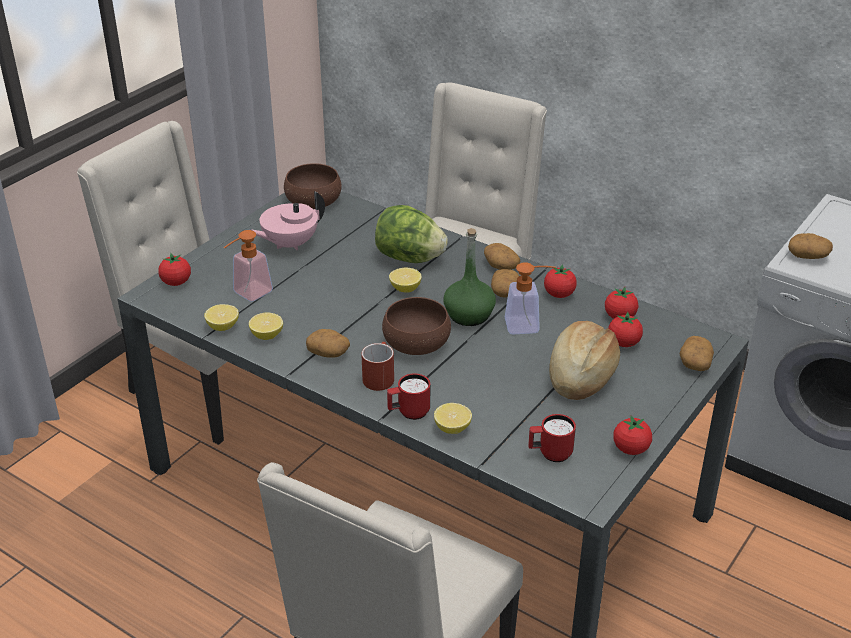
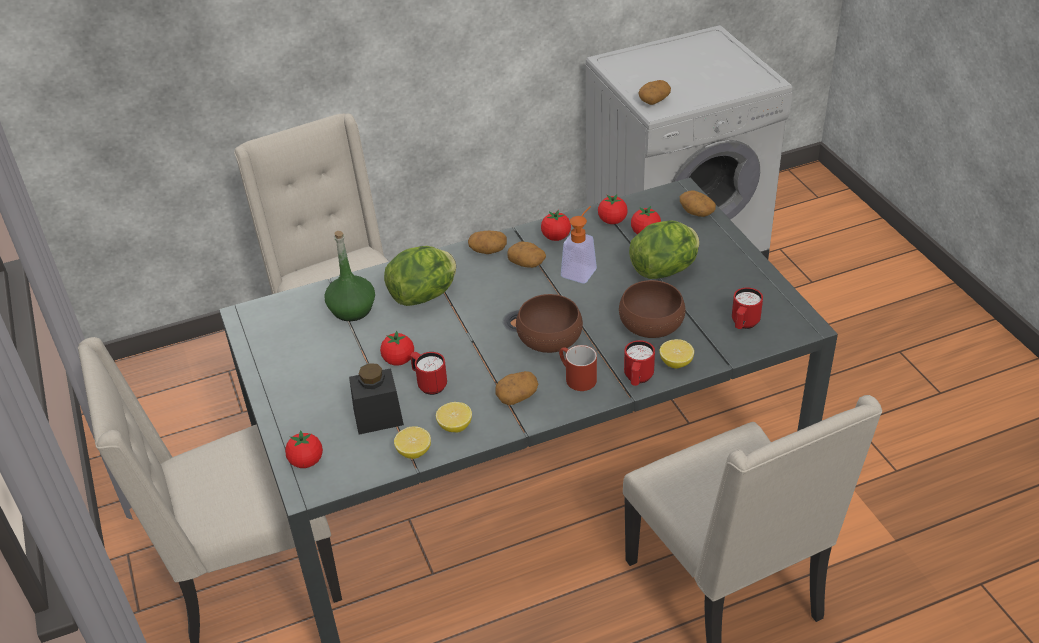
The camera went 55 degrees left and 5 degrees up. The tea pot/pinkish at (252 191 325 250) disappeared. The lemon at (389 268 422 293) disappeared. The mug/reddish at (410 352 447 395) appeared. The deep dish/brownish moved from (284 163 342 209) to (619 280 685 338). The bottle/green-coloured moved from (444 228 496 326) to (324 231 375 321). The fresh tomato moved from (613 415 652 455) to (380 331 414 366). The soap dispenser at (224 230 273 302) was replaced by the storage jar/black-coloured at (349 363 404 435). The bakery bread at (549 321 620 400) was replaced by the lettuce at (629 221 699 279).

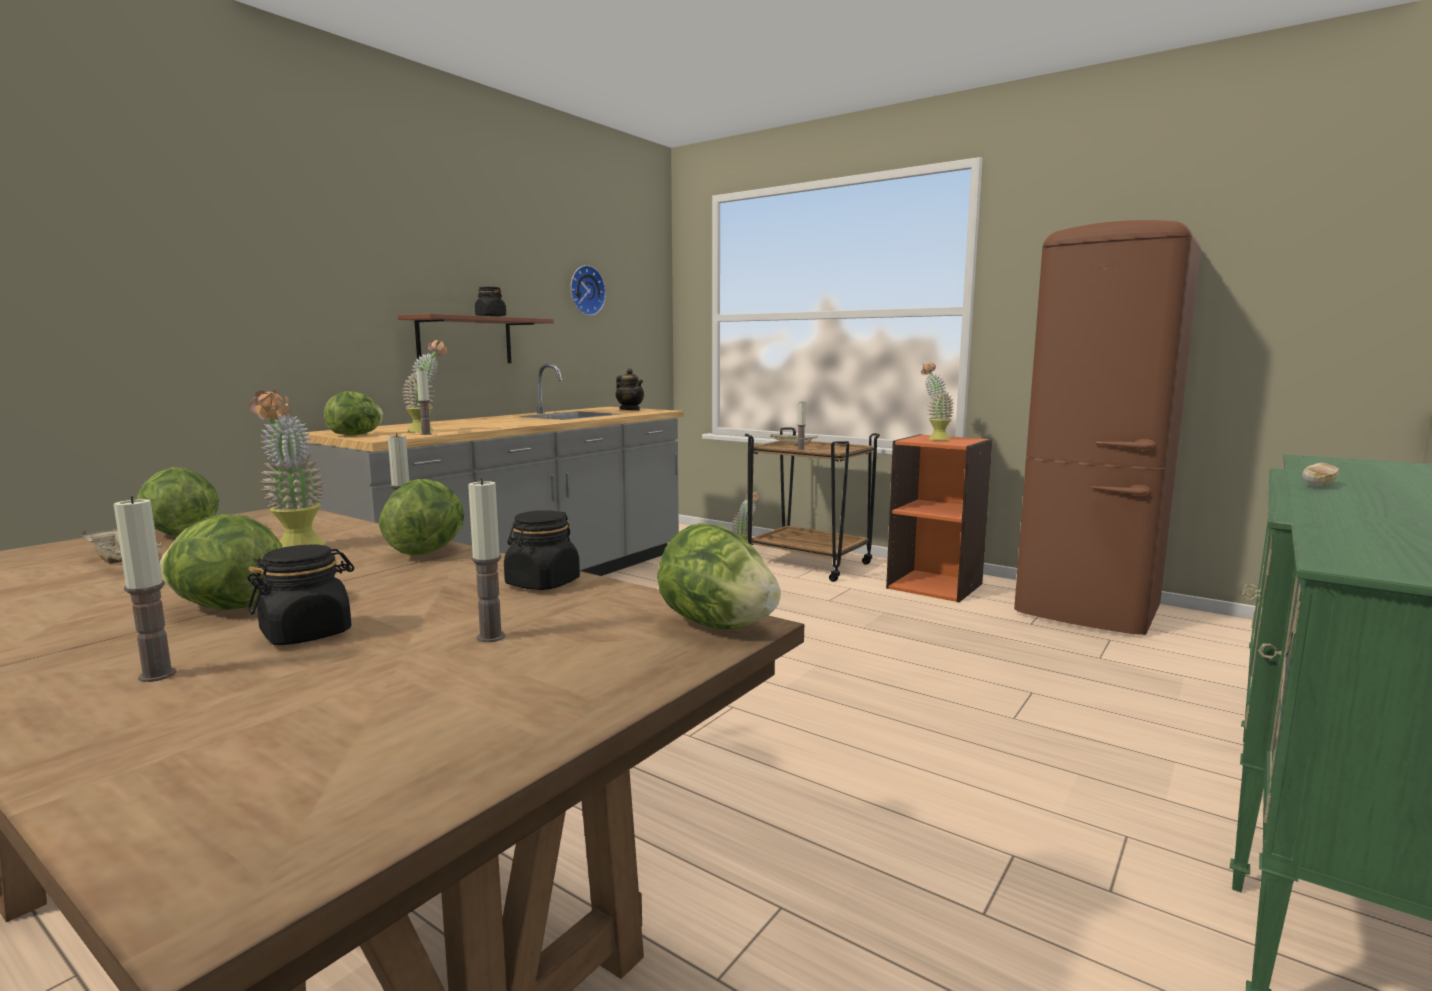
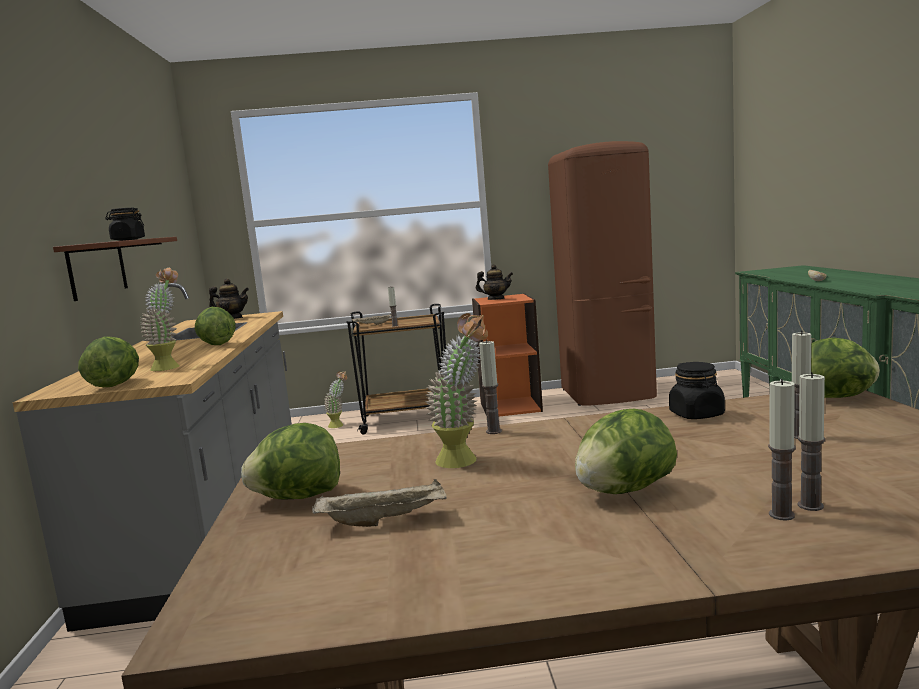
The camera went 40 degrees left and 0 degrees up. The storage jar/black-coloured at (247 545 354 645) disappeared. The clock on the wall at (570 265 606 316) disappeared. The lettuce moved from (379 479 465 556) to (195 307 236 345). The wax candle moved from (416 368 432 435) to (798 372 825 511). The potted plant at (921 362 954 440) was replaced by the tea pot at (476 264 513 300).

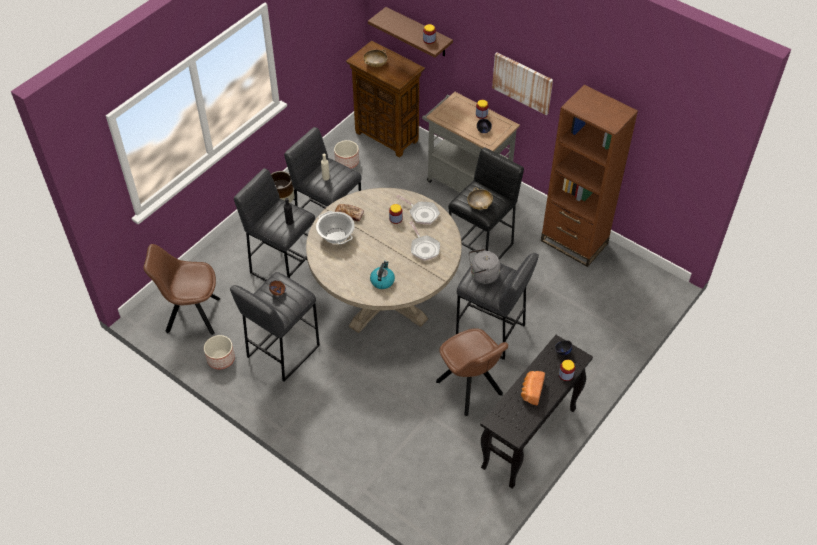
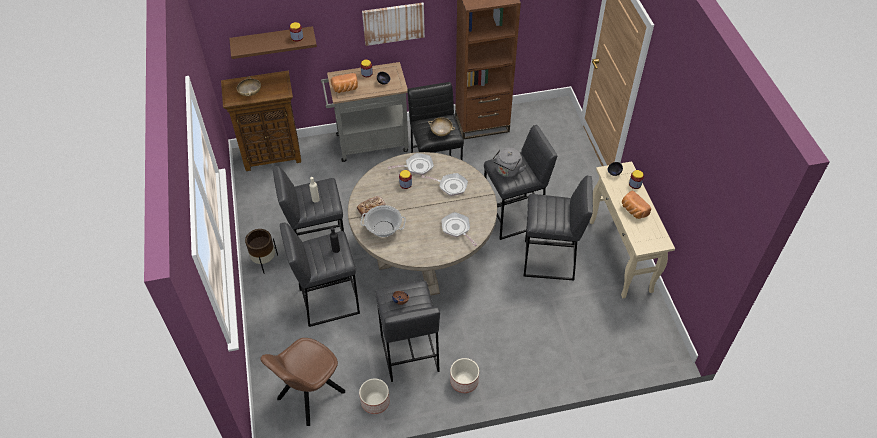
The camera went 50 degrees left and 0 degrees up. The bakery bread at (331 73 358 93) appeared. The flower pot moved from (334 140 359 169) to (450 358 479 393). The tea kettle at (370 261 395 289) was replaced by the frying pan at (442 212 477 246). The upright chair/brownish at (436 328 508 416) was replaced by the sitting stool/greyish at (524 176 593 280). The hall table/black-coloured at (480 335 593 489) became the hall table/beige at (590 161 675 298).

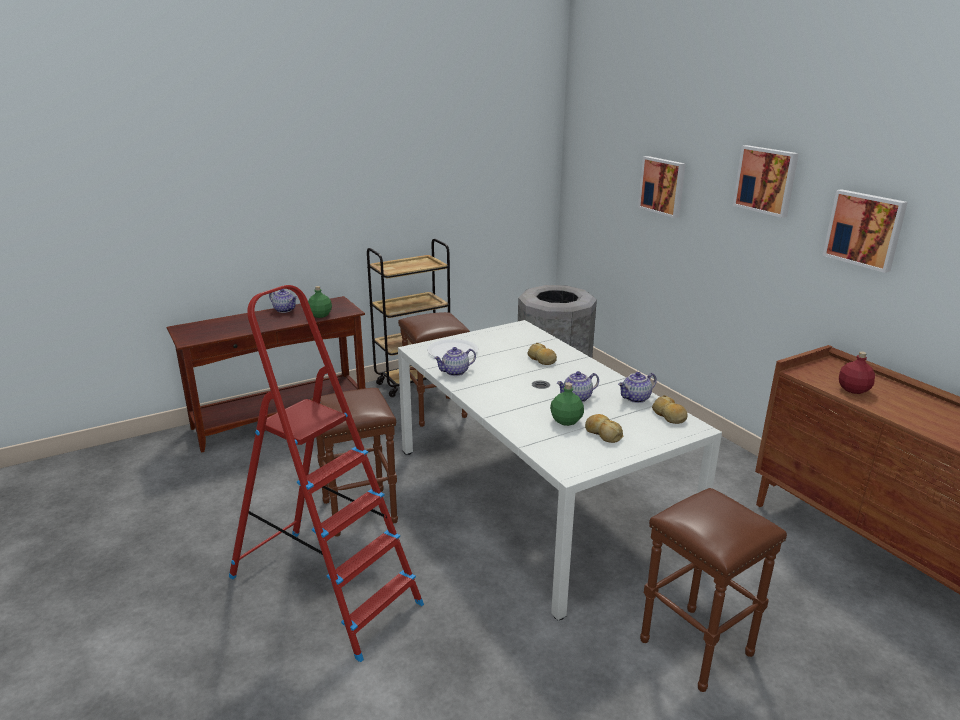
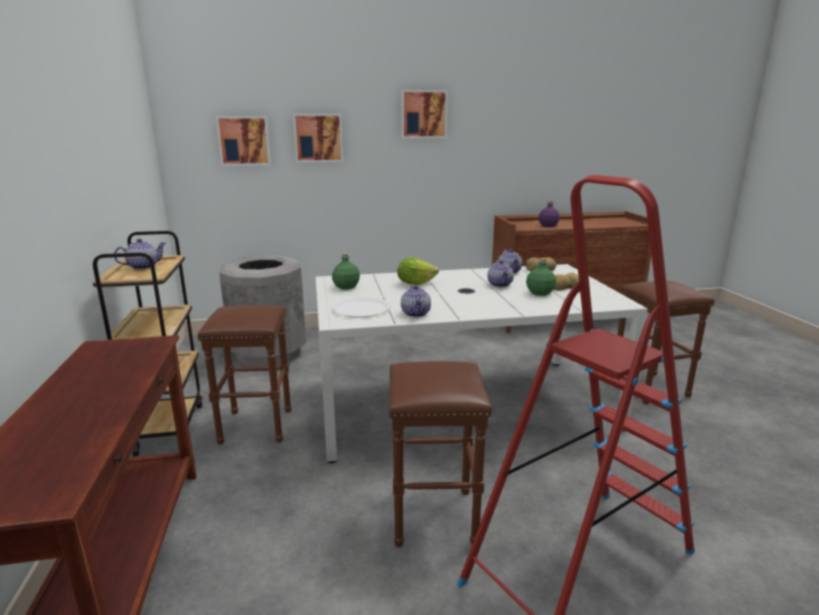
The camera went 70 degrees left and 5 degrees down. The tea pot moved from (269 289 297 313) to (114 238 166 270). The bottle/green-coloured moved from (308 286 332 318) to (332 253 360 290). The wall art moved from (823 189 908 273) to (216 116 271 166). The bakery bread at (527 343 557 365) was replaced by the lettuce at (397 257 439 285). The bottle/reddish at (839 351 875 394) became the bottle/purple at (539 200 560 227).

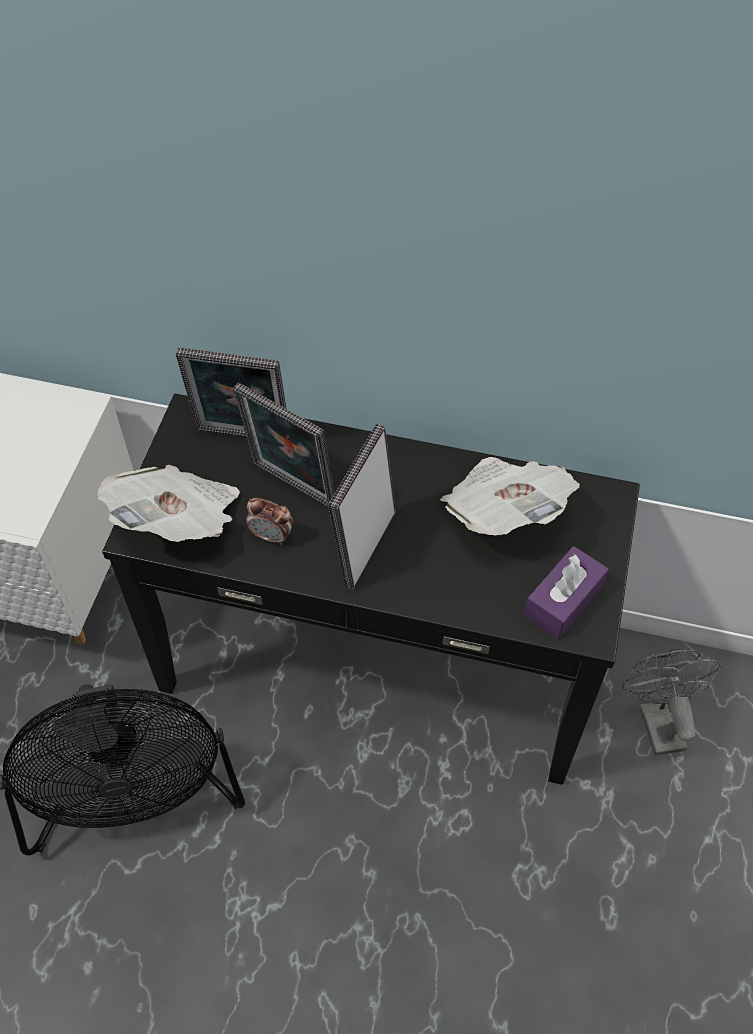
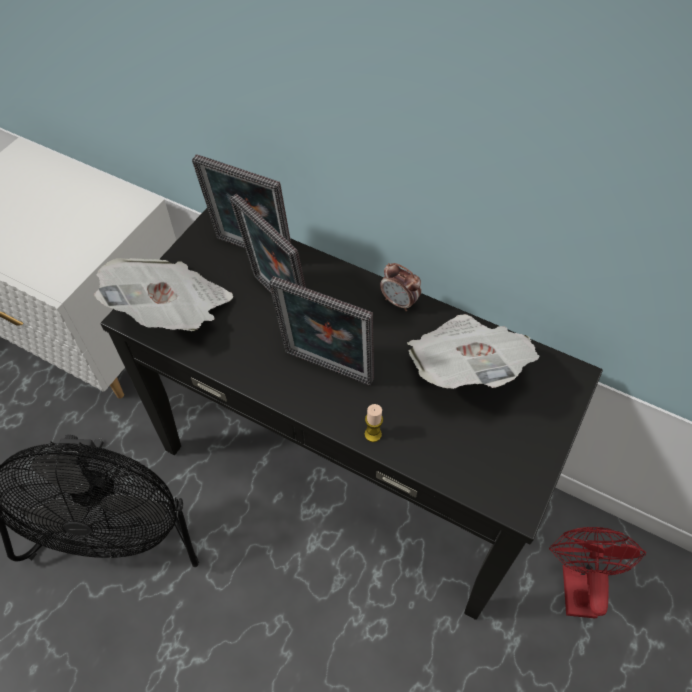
The camera went 15 degrees right and 0 degrees up. The tissue holder/purple at (524 546 609 639) disappeared. The wax candle at (364 404 383 442) appeared. The alarm clock moved from (246 498 293 545) to (380 263 421 311). The cooling fan/greyish at (622 649 721 755) became the cooling fan/reddish at (549 527 646 619). The picture frame at (328 424 396 590) turned 105 degrees counterclockwise.

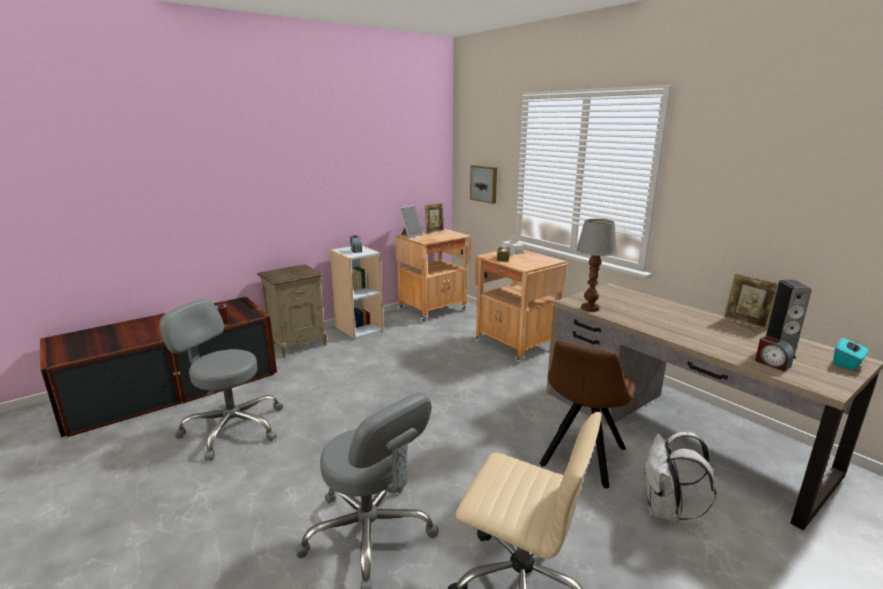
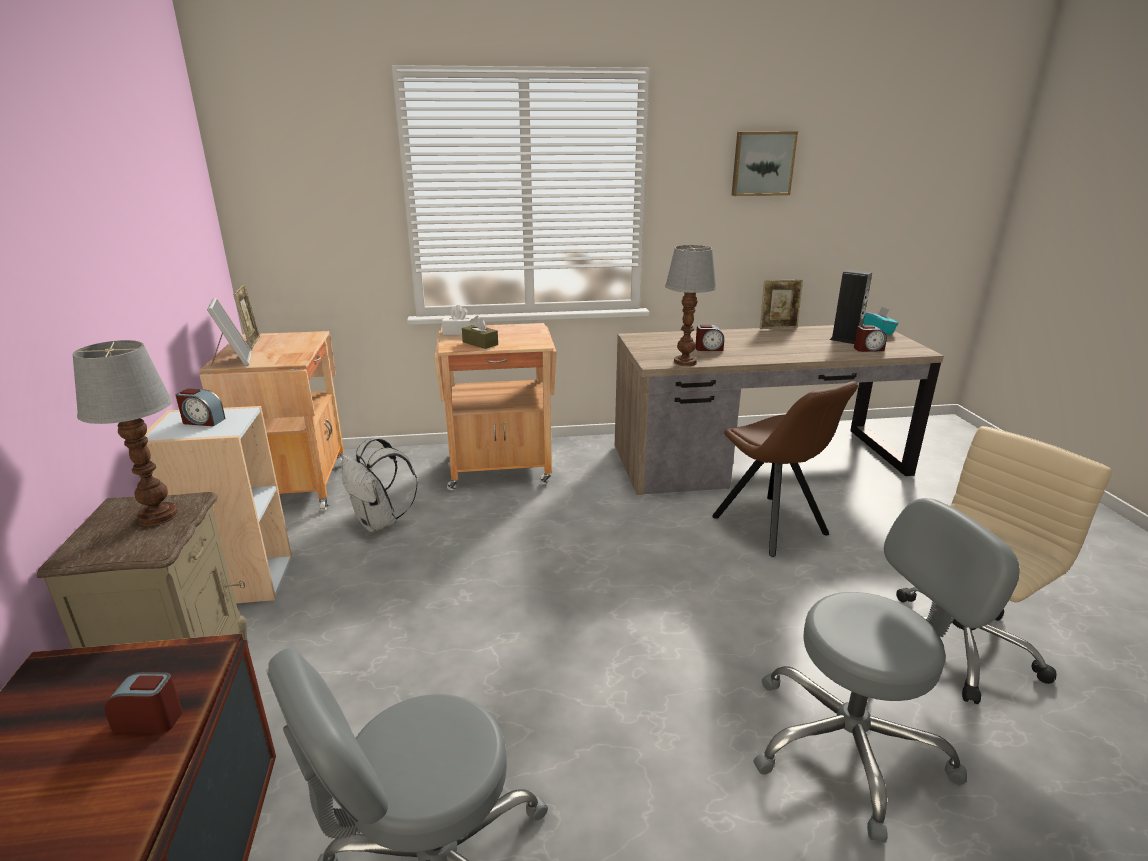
The camera went 60 degrees left and 5 degrees up. The lamp for a table at (73 340 179 526) appeared. The alarm clock at (695 325 724 351) appeared. The wall art moved from (470 165 497 204) to (732 131 798 196). The knapsack/white moved from (643 432 717 523) to (341 437 418 532).

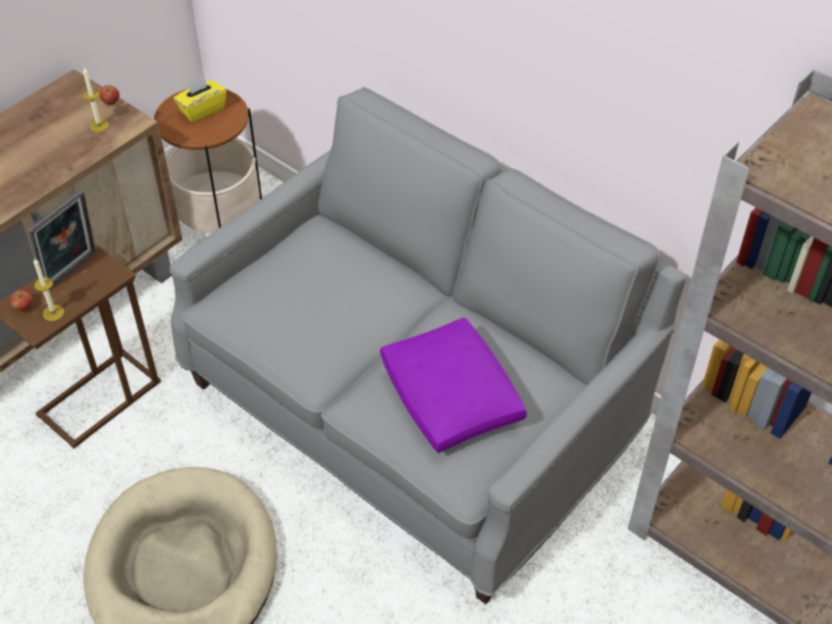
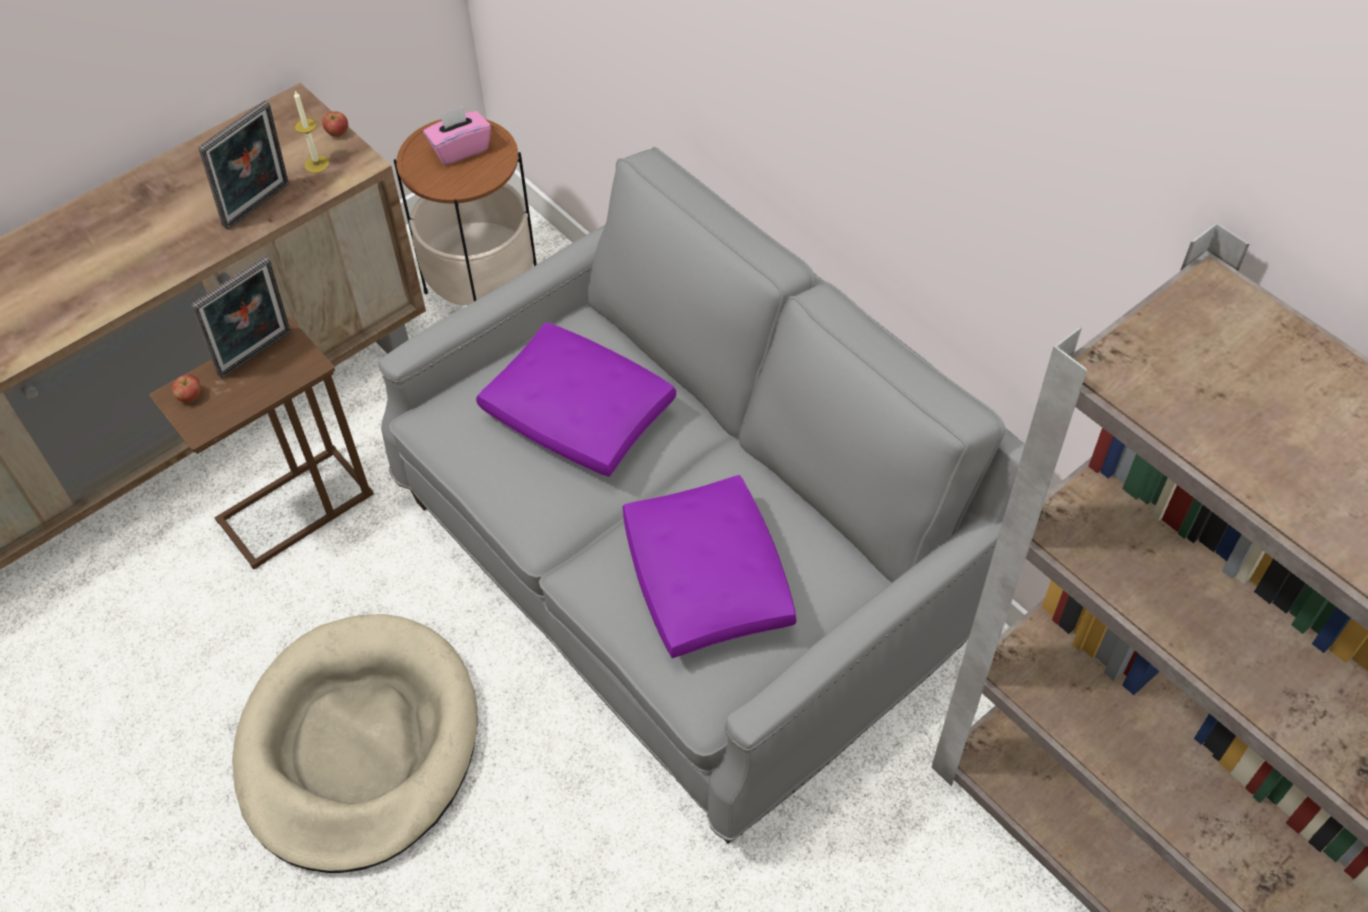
The camera went 10 degrees right and 5 degrees up. The wax candle at (34 259 64 321) disappeared. The picture frame at (198 100 289 230) appeared. The pillow/purple at (476 322 676 477) appeared. The tissue holder/yellow-coloured at (174 76 227 123) became the tissue holder/pinkish at (423 106 491 165).

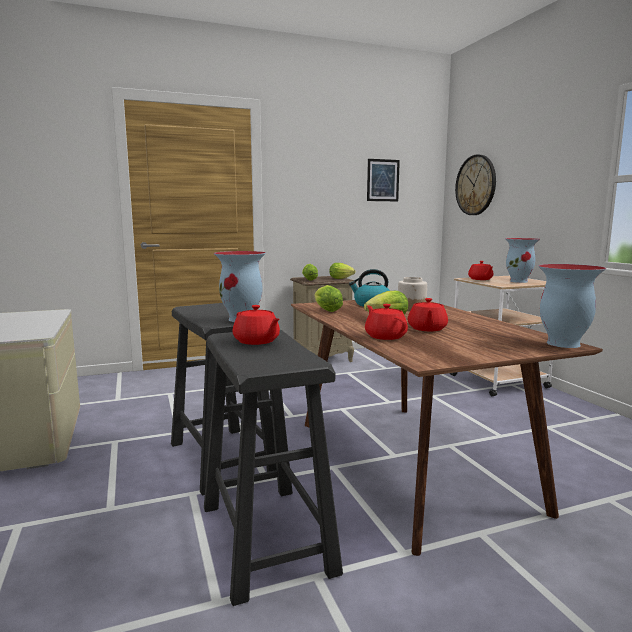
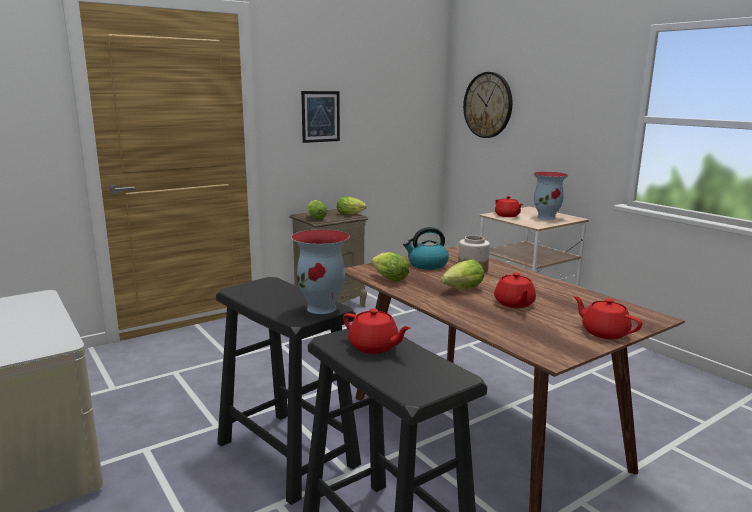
The camera went 15 degrees left and 5 degrees up. The flower vase at (539 264 606 348) disappeared. The tea pot/reddish moved from (365 304 408 340) to (573 296 642 339). The wall art moved from (367 159 400 201) to (301 91 340 143).

